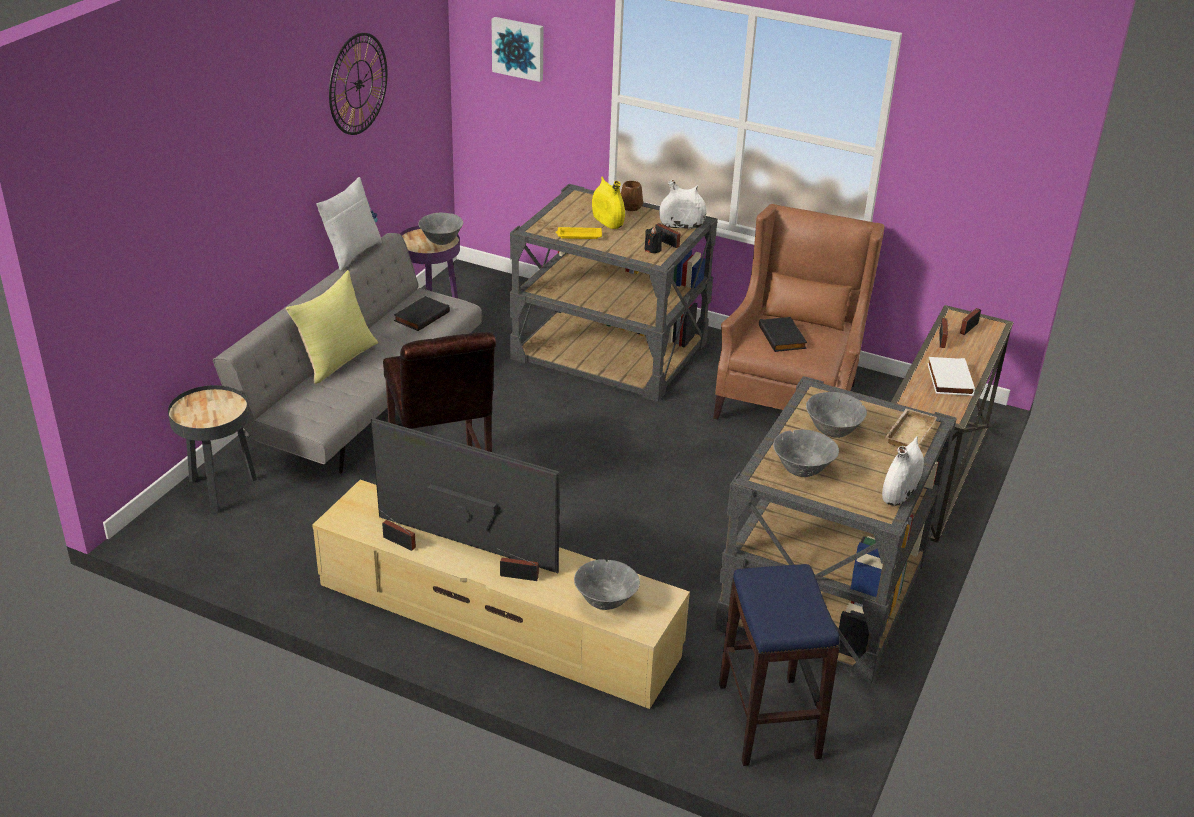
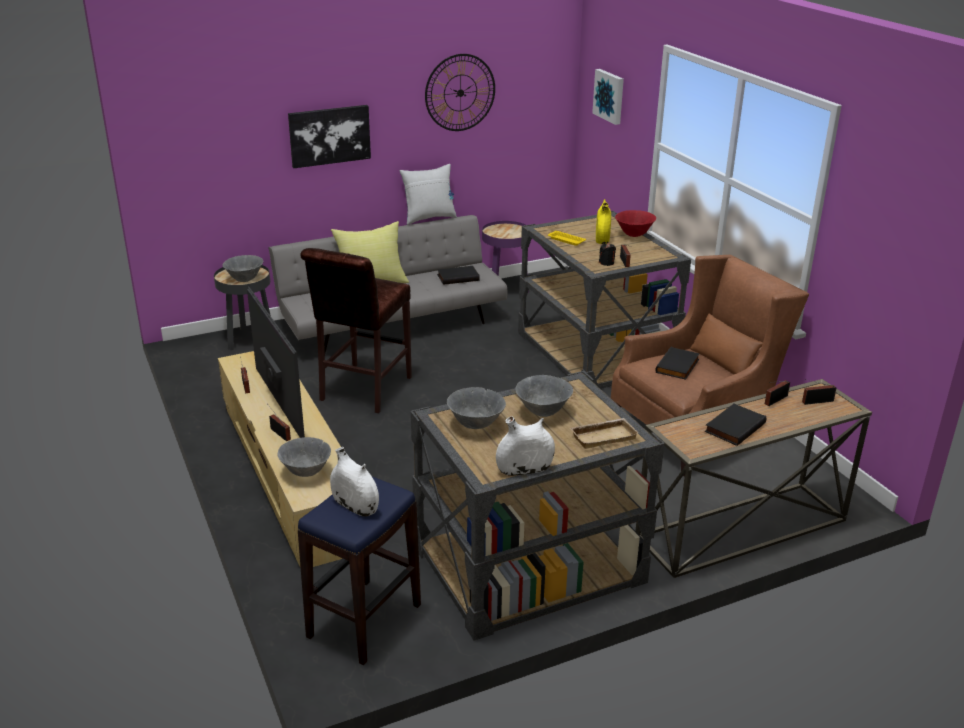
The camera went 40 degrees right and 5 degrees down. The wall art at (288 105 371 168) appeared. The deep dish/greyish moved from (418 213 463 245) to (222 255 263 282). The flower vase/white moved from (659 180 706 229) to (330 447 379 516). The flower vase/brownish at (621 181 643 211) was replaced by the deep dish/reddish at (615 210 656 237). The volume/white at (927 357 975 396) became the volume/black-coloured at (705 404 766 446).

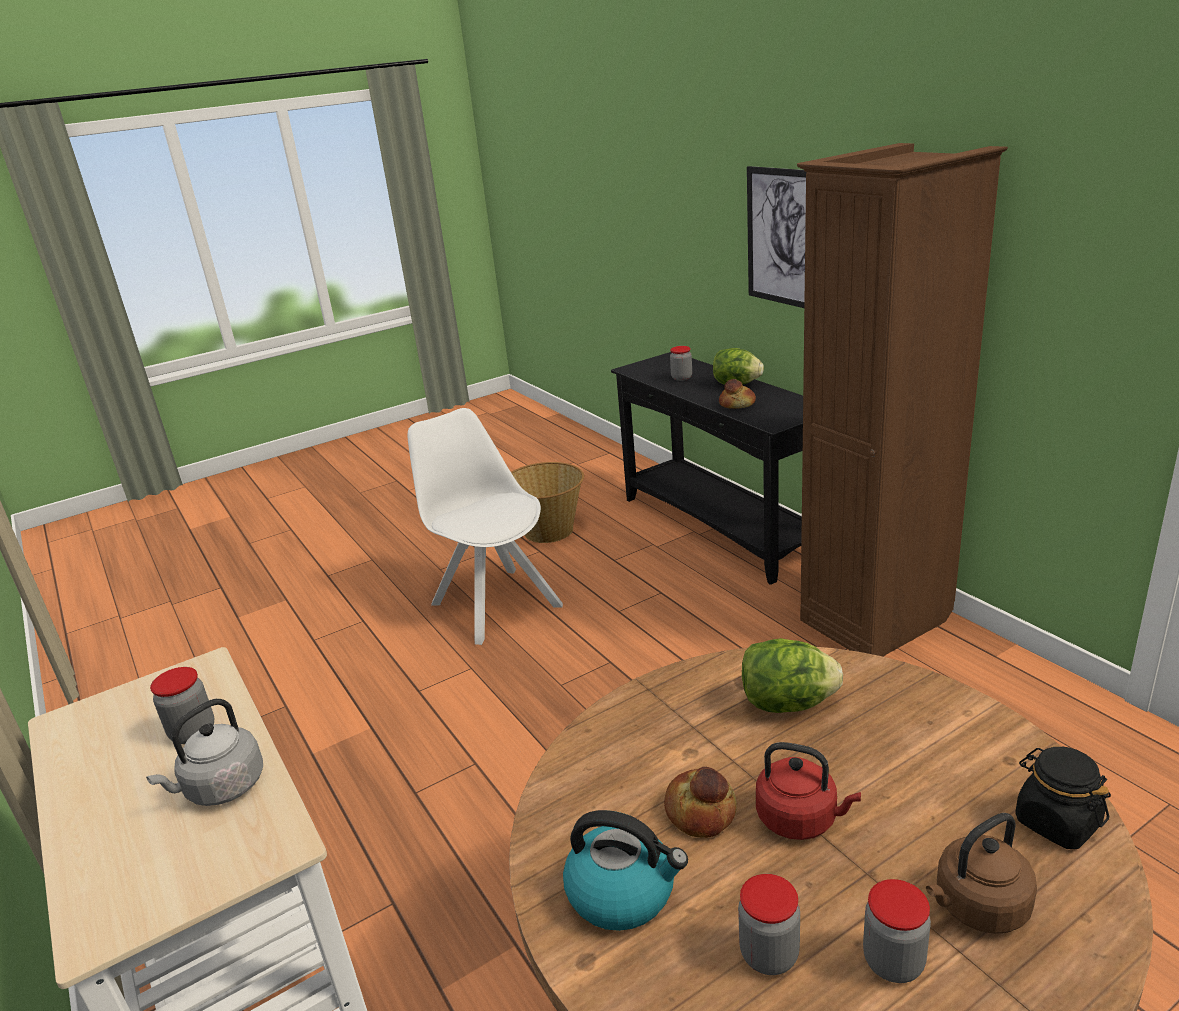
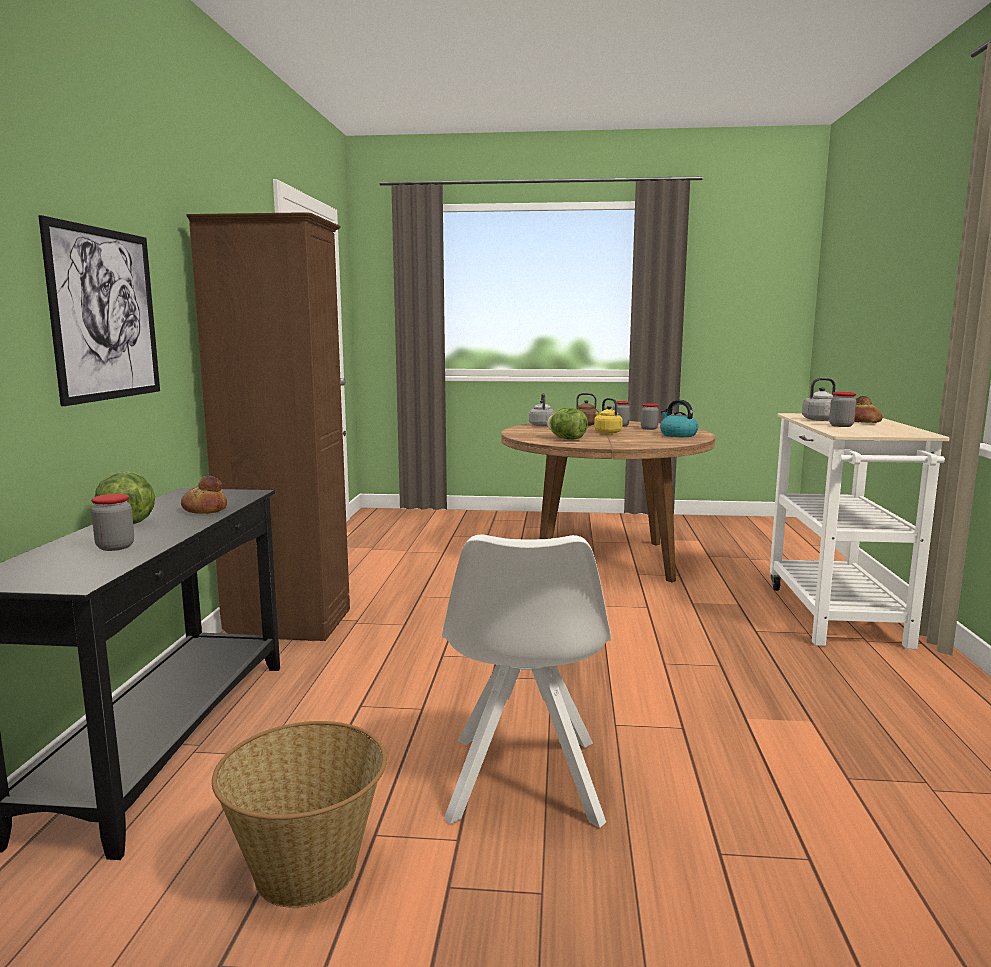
The camera went 145 degrees left and 15 degrees down. The bakery bread moved from (664 767 737 838) to (854 396 883 423). The storage jar/black-coloured at (1015 747 1111 849) was replaced by the tea kettle/greyish at (529 393 554 426). The tea kettle/reddish at (756 742 861 840) became the tea kettle/yellow-coloured at (594 398 623 434).

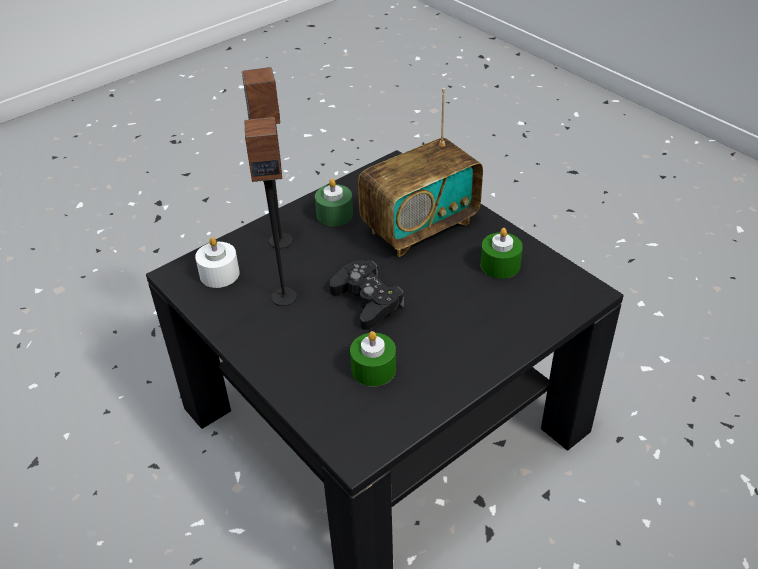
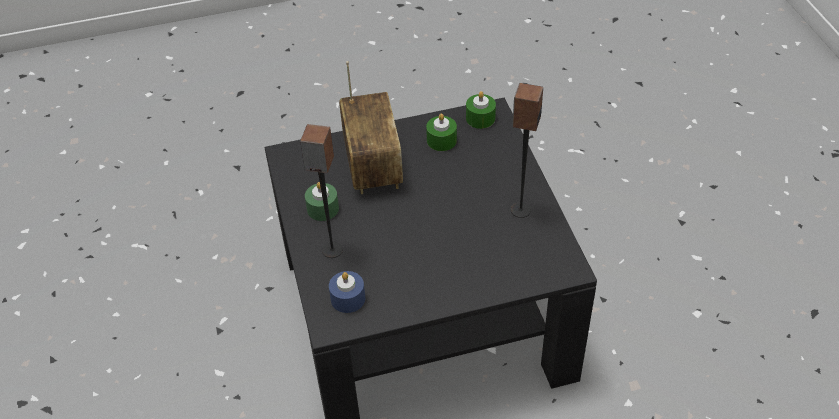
The camera went 65 degrees left and 5 degrees up. The gamepad/black-coloured at (329 260 404 330) disappeared. The audio speaker moved from (245 117 297 306) to (511 83 543 218). The wax candle/green-coloured moved from (350 331 396 387) to (466 91 496 129). The wax candle/white at (195 237 240 288) became the wax candle/blue at (329 271 365 313).

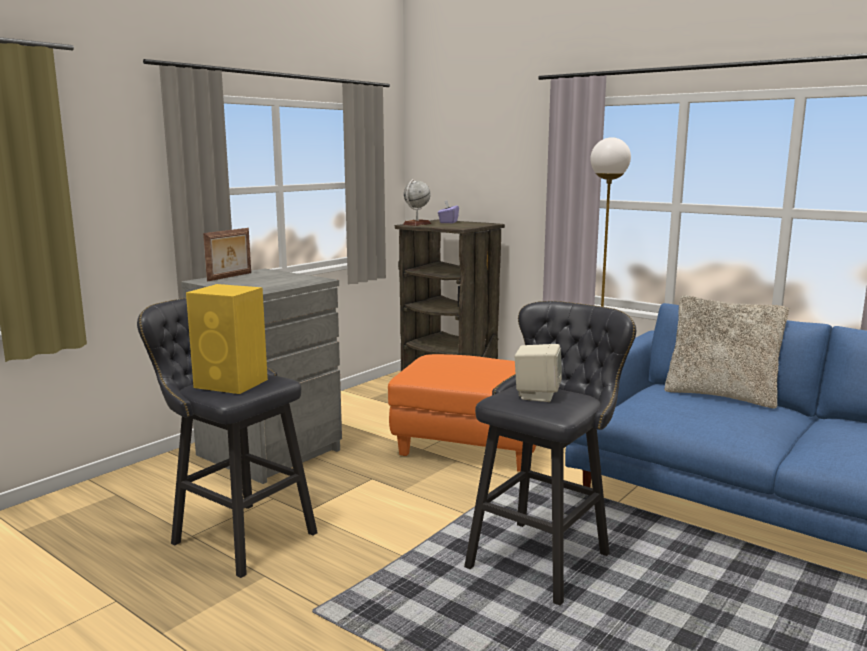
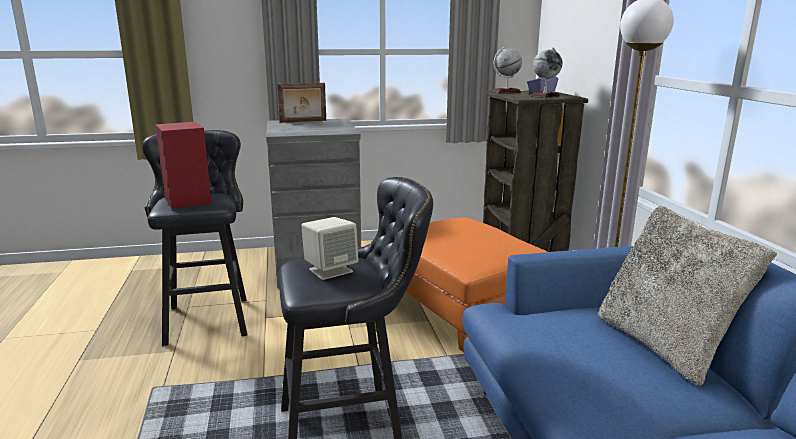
The camera went 40 degrees right and 5 degrees up. The globe at (530 47 562 98) appeared. The audio speaker/yellow-coloured at (186 284 268 394) became the audio speaker/reddish at (155 122 212 209).

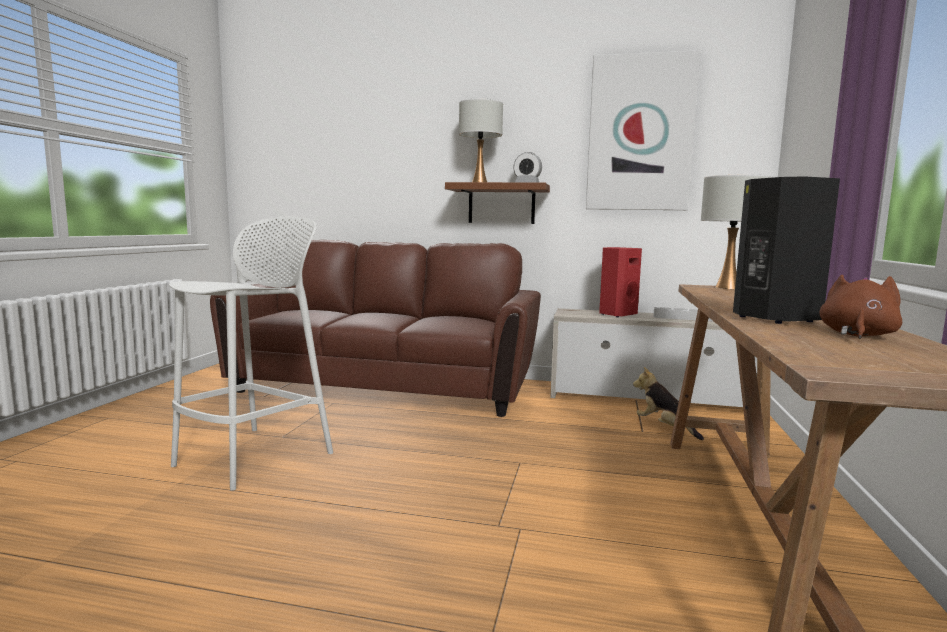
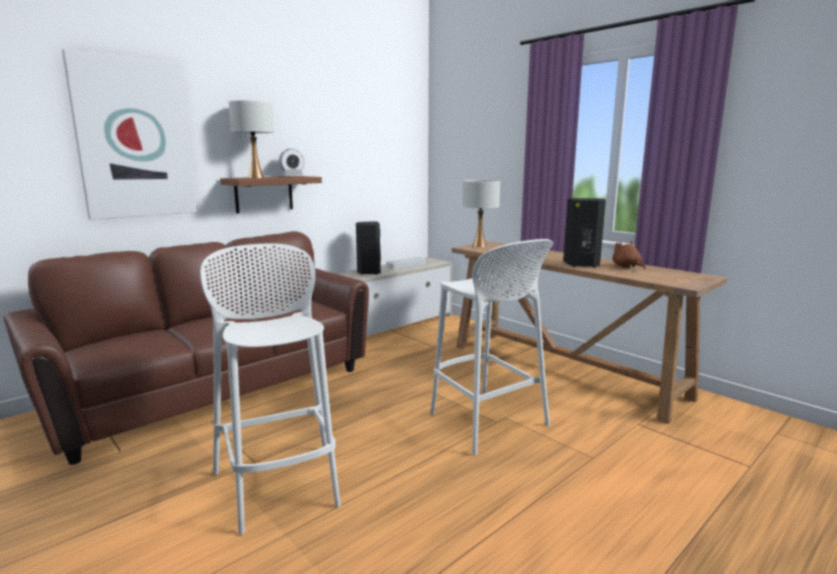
The camera went 55 degrees left and 5 degrees up. The plush toy at (633 367 704 440) disappeared. The sitting stool/white at (430 239 553 456) appeared. The wall art moved from (586 50 700 210) to (62 49 197 220). The audio speaker/reddish at (599 247 642 317) became the audio speaker/black-coloured at (356 221 381 275).

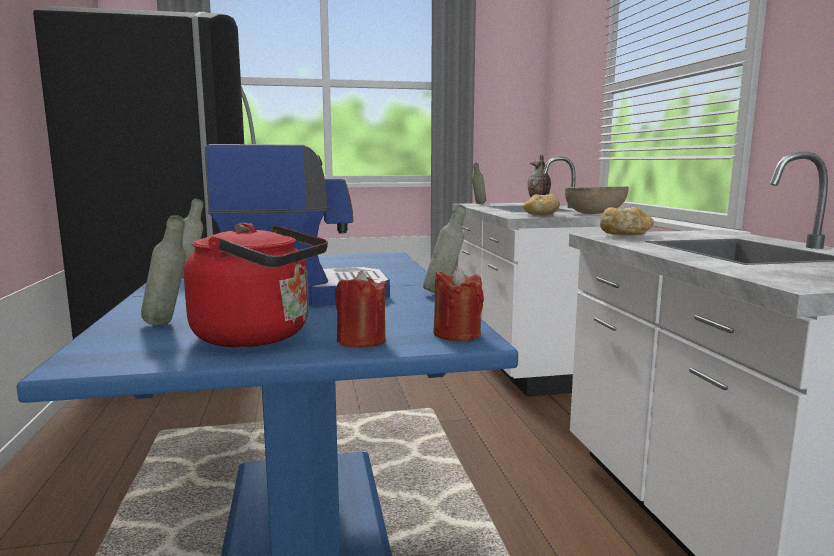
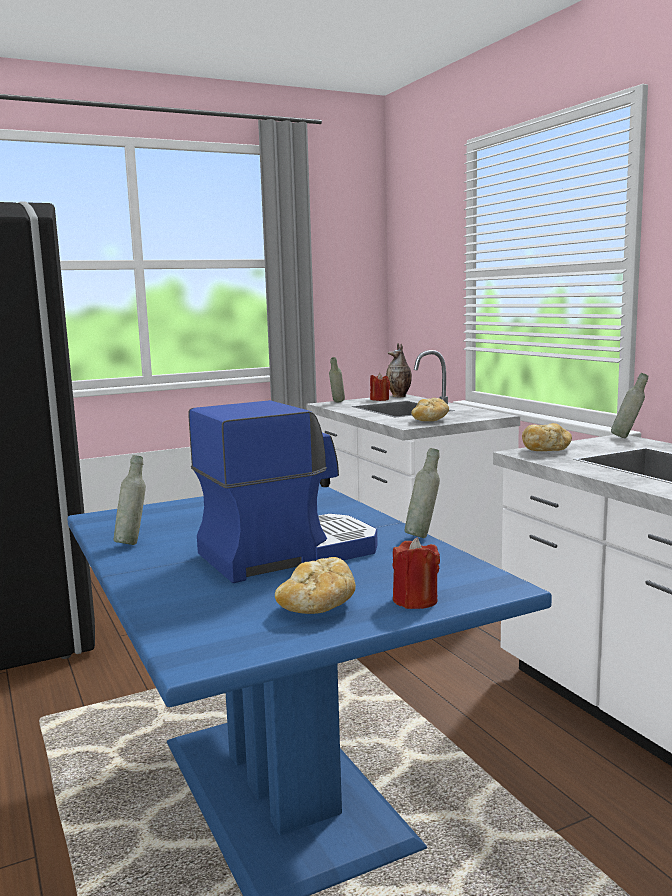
The camera went 15 degrees left and 0 degrees up. The deep dish/brownish at (565 186 629 214) disappeared. The bottle/greyish moved from (141 215 186 326) to (611 373 648 438). The wax candle/reddish moved from (433 266 484 341) to (370 373 390 401). The tea kettle/reddish at (184 223 328 347) was replaced by the bakery bread at (275 557 356 614).

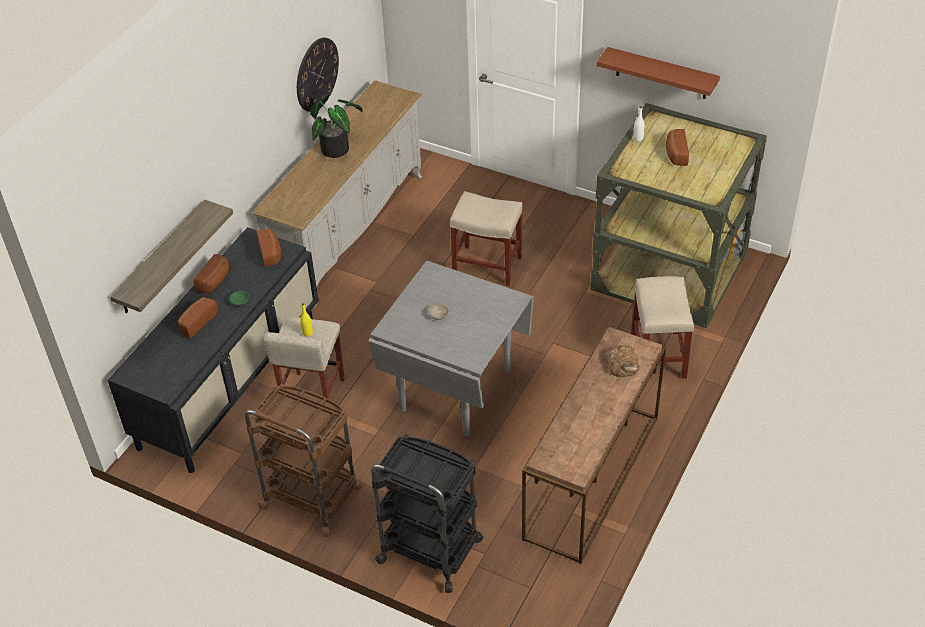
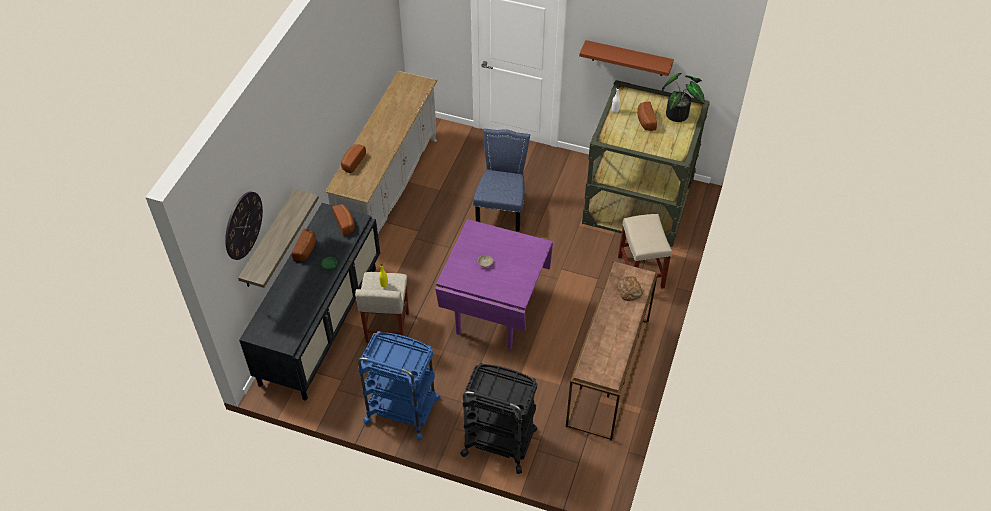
The camera went 10 degrees left and 5 degrees up. The bakery bread moved from (177 297 218 338) to (341 144 366 174). The clock on the wall moved from (297 38 339 112) to (225 192 263 260). The potted plant moved from (311 95 362 158) to (662 73 705 122). The sitting stool/beige at (450 191 523 286) was replaced by the upright chair/blue at (473 128 530 232). The trolley/brownish at (245 384 363 537) became the trolley/blue at (358 331 440 440). The dinner table/greyish at (368 261 534 436) became the dinner table/purple at (435 219 553 349).

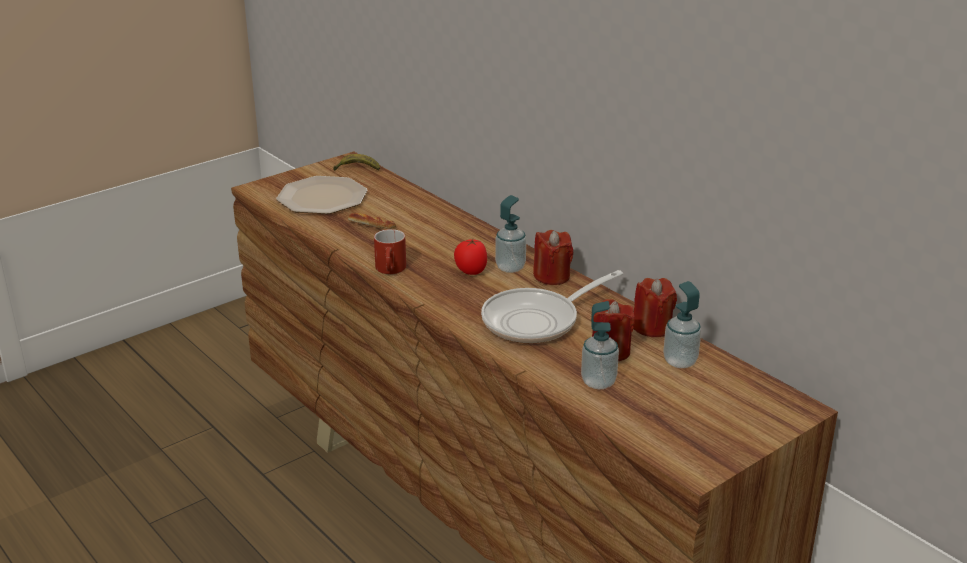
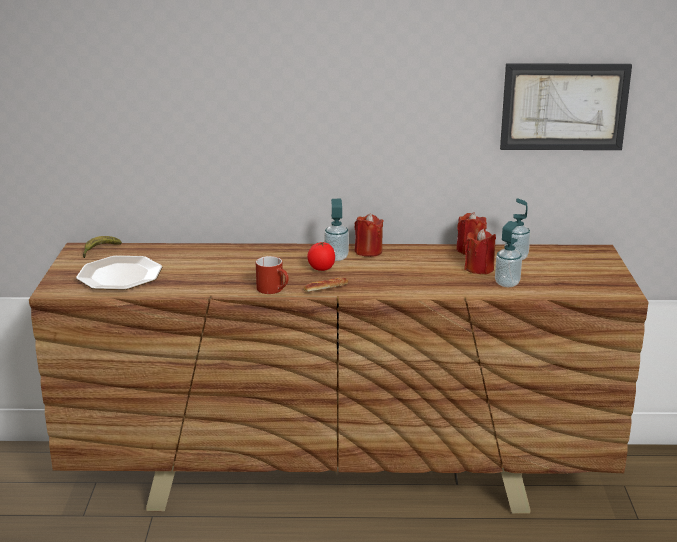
The camera went 50 degrees left and 5 degrees down. The frying pan at (481 270 623 343) disappeared. The wall art at (500 63 632 150) appeared. The bakery bread moved from (348 213 396 229) to (304 277 348 292).

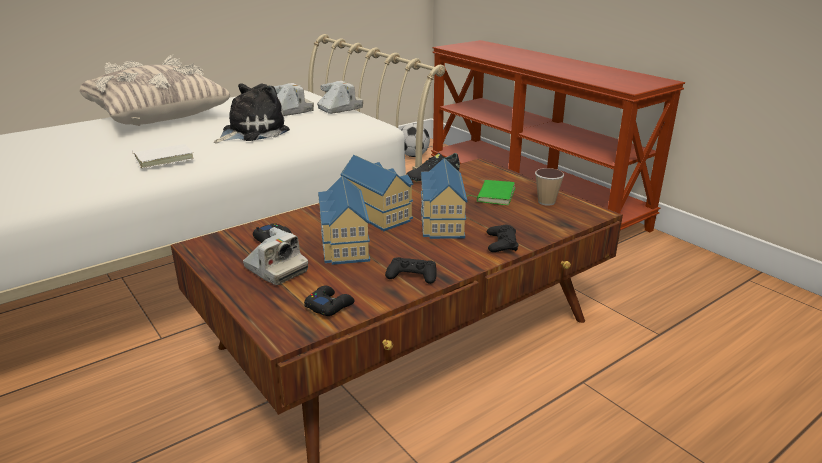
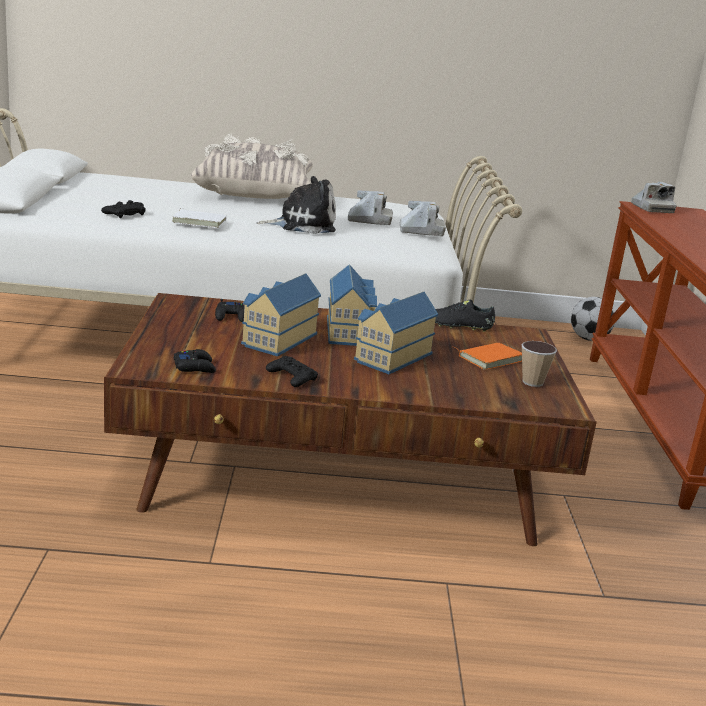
The camera went 35 degrees right and 5 degrees down. The still camera moved from (243 227 308 285) to (631 182 677 213). The gamepad/black-coloured moved from (487 225 518 252) to (101 200 146 218). The volume/green-coloured at (469 180 515 205) became the volume/orange-coloured at (455 343 522 370).

